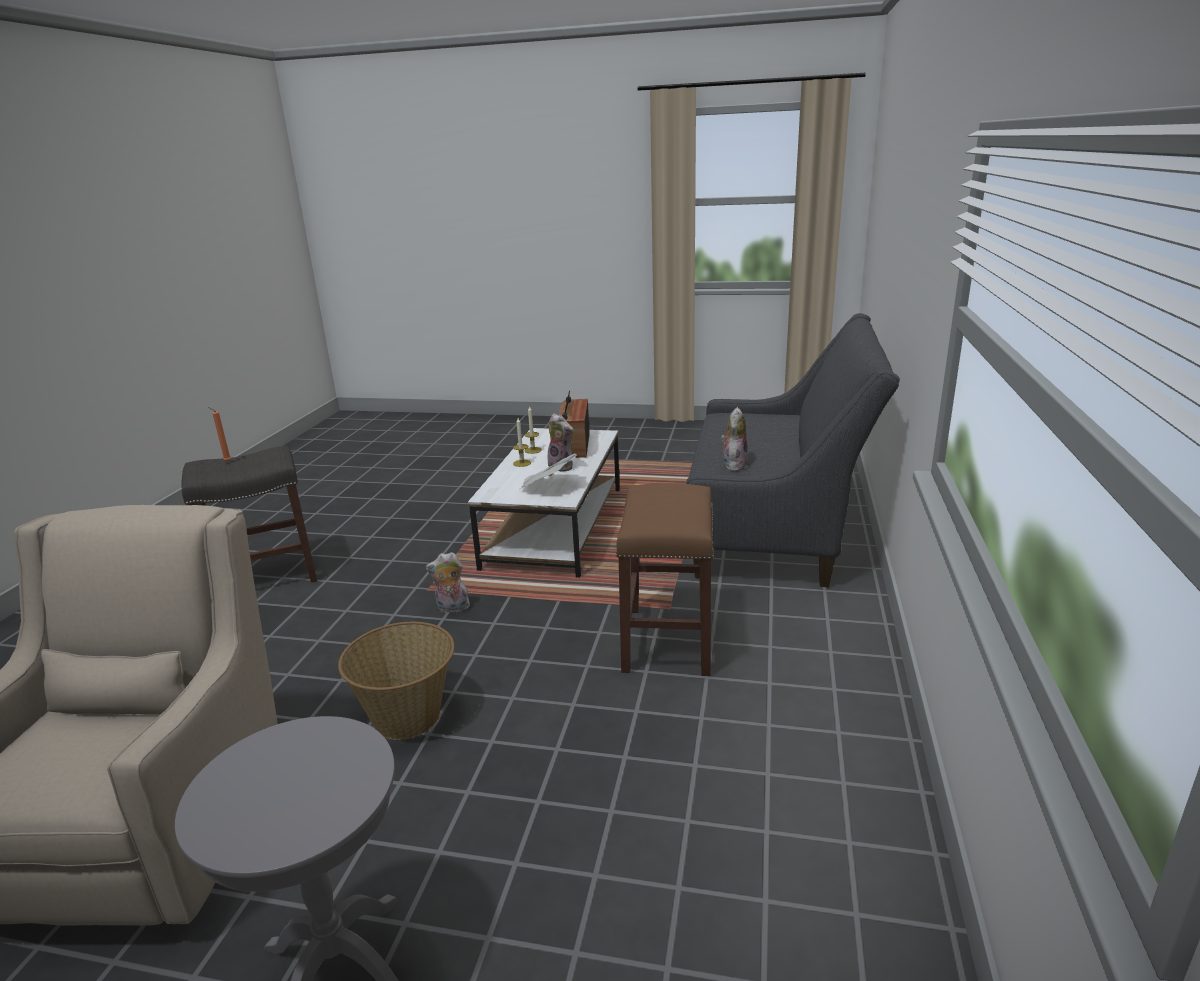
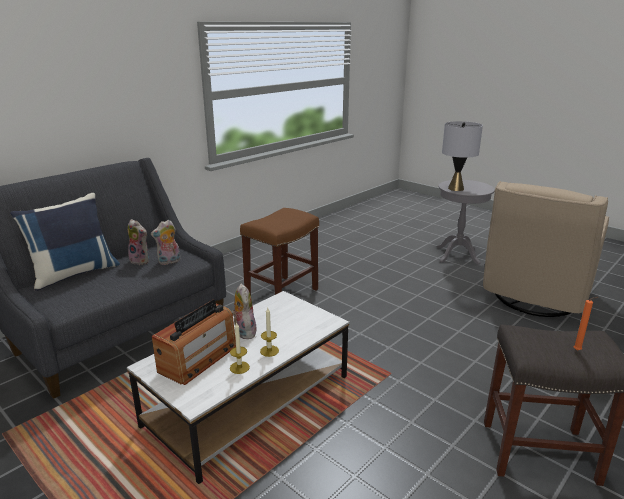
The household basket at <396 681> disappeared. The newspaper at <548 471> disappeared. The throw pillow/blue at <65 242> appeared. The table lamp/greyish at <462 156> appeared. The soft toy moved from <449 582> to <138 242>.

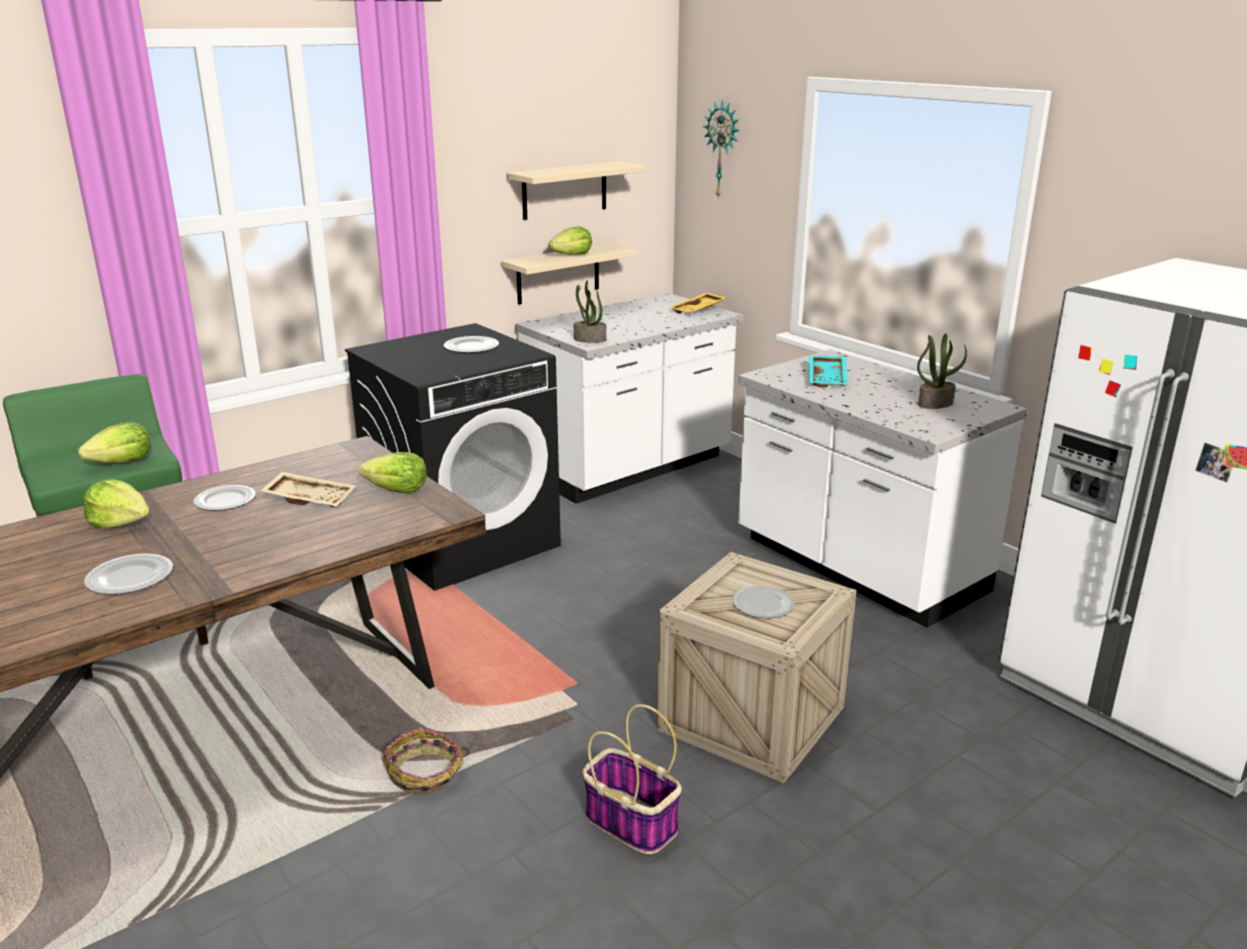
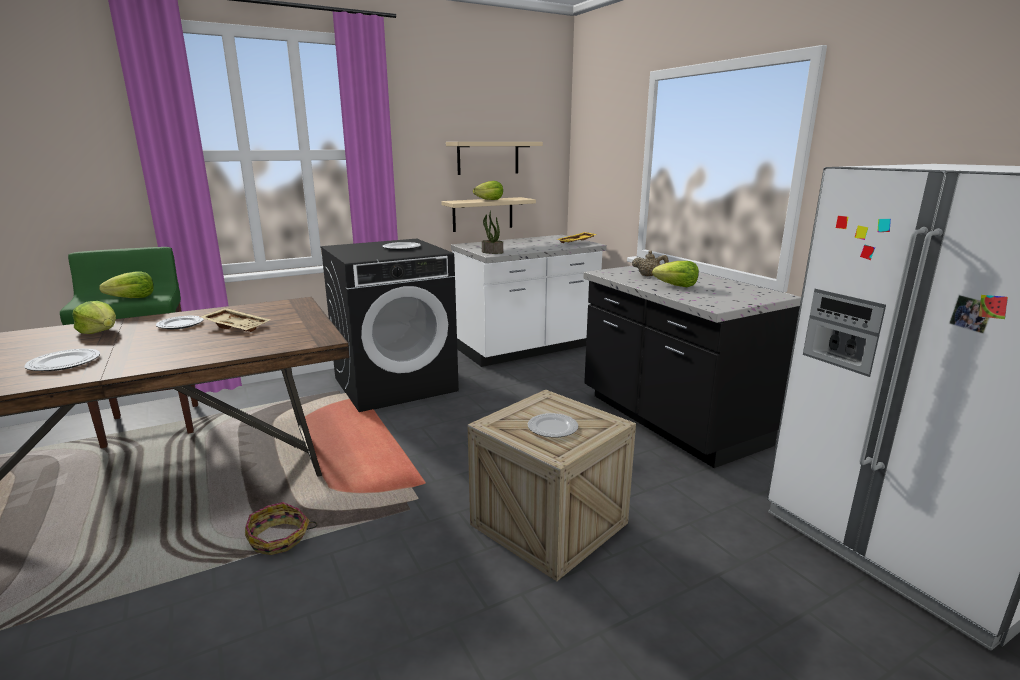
The household basket at <632 779> disappeared. The wall clock at <721 149> disappeared. The houseplant at <942 371> disappeared. The lettuce moved from <393 473> to <675 274>. The carrying tray/blue-green at <828 371> was replaced by the pot for tea/sand-coloured at <650 263>. The kitchen counter/white at <882 488> became the kitchen counter/black at <692 365>.

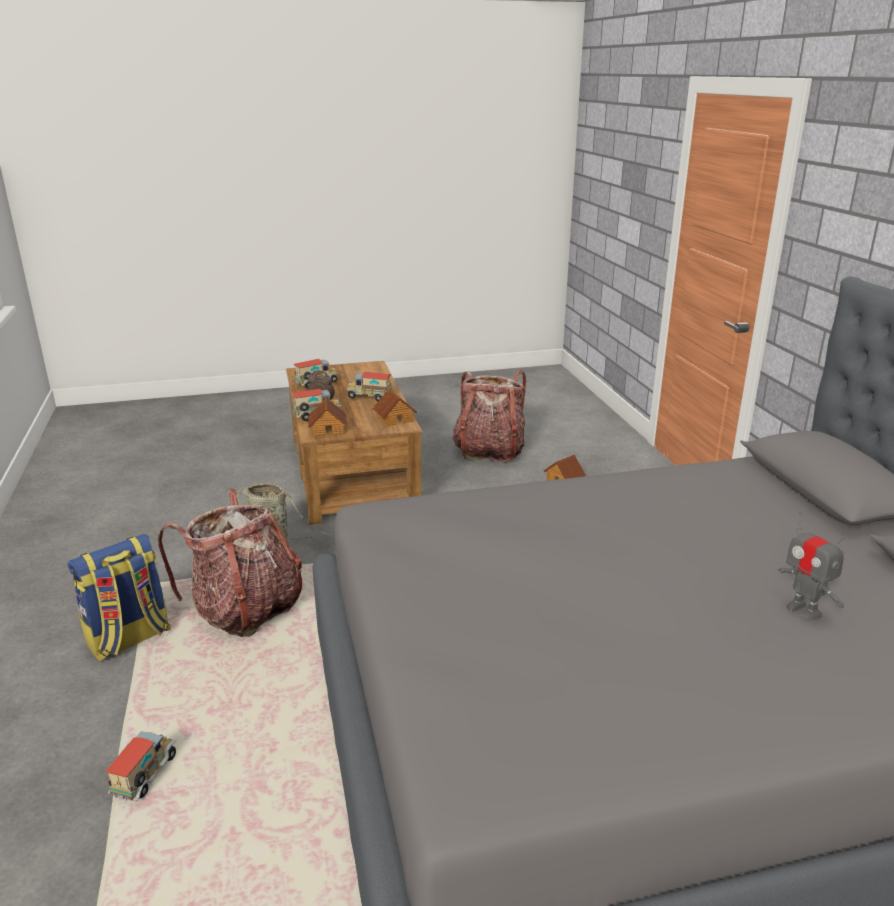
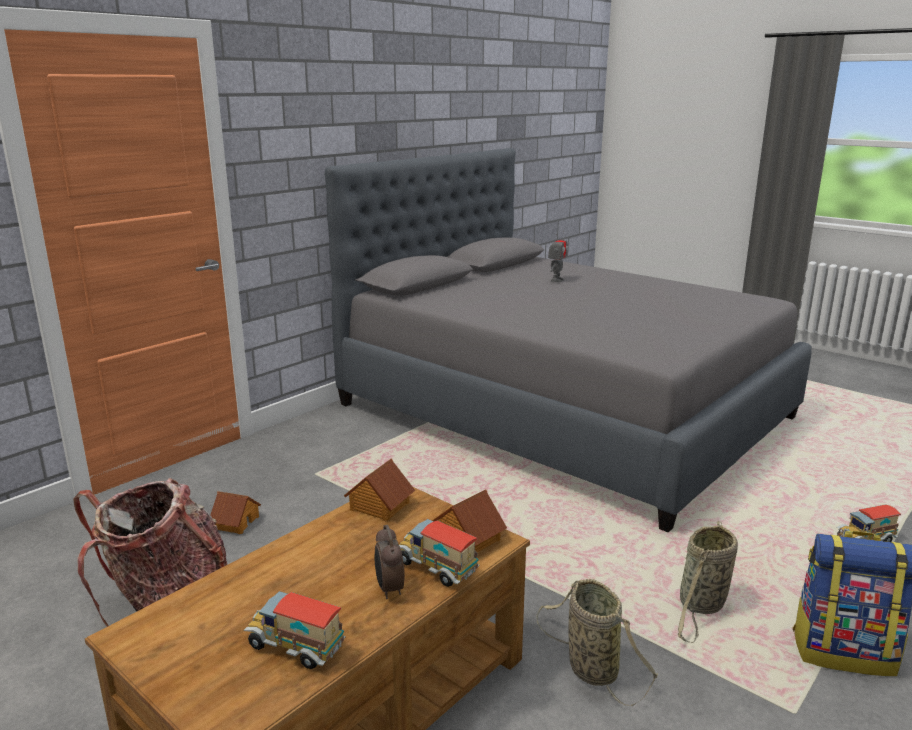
The toy truck at <369 387> disappeared. The rucksack at <230 563> was replaced by the household basket at <708 582>.

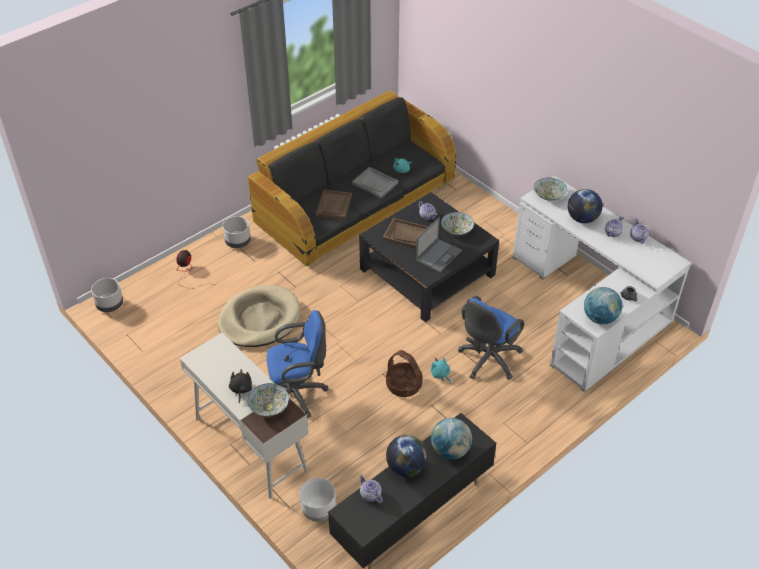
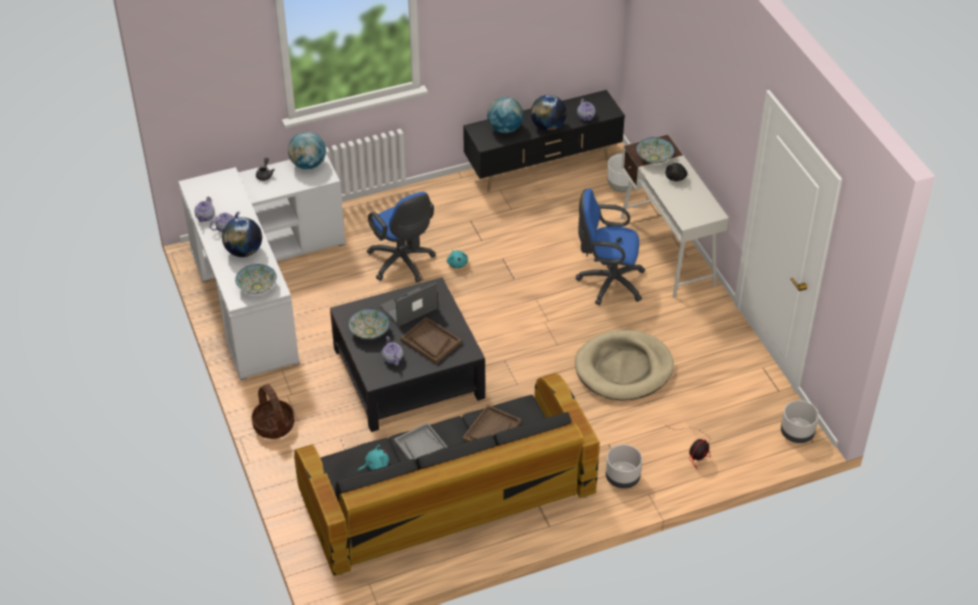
The household basket moved from <404 373> to <273 411>. The computer chair/blue at <491 338> turned 90 degrees clockwise.

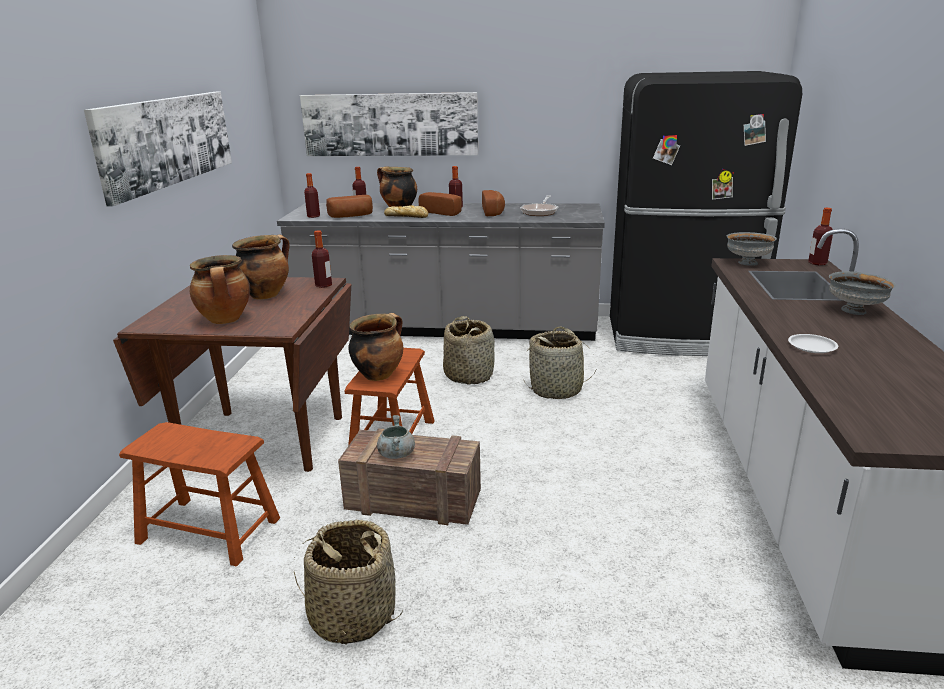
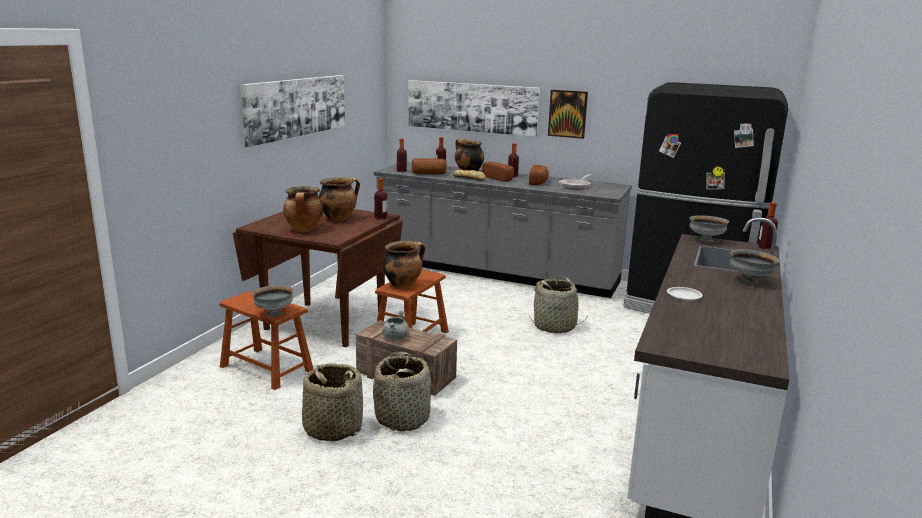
The bowl/greyish at <273 301> appeared. The wall picture at <568 114> appeared. The household basket moved from <469 350> to <402 391>.

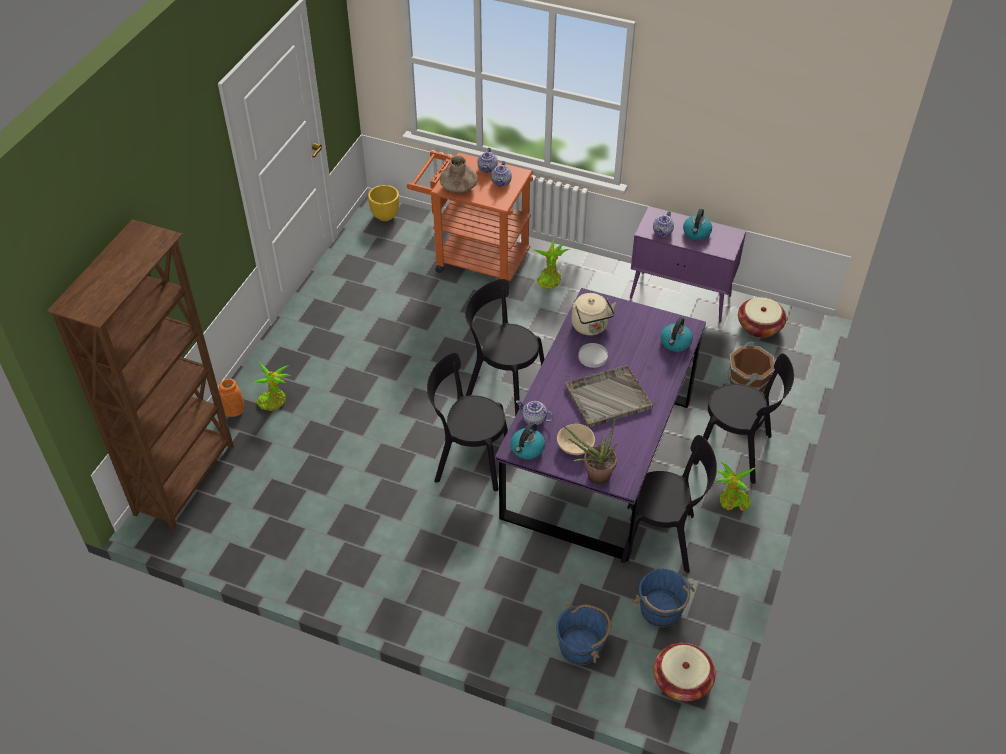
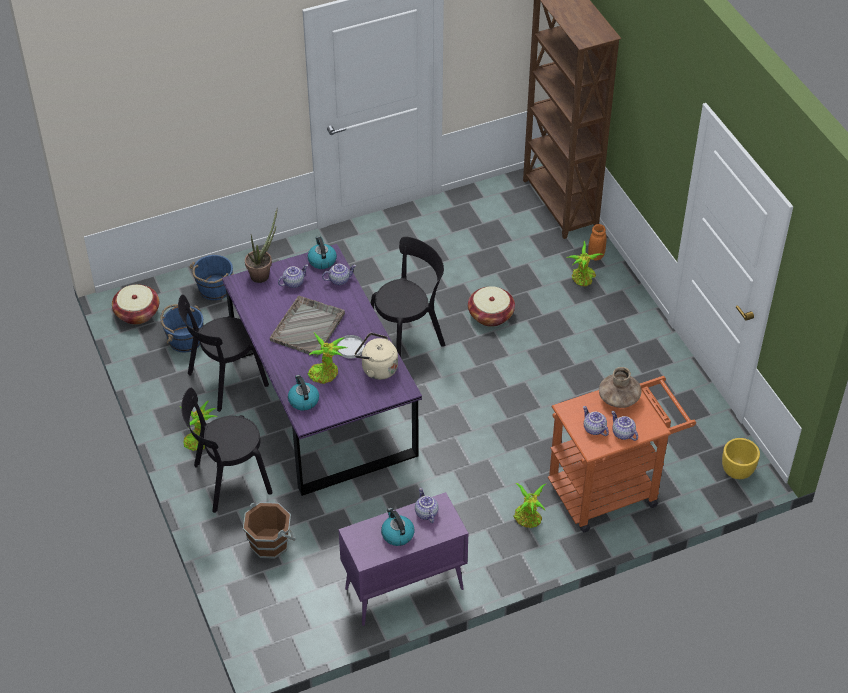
The chair/black at <505 347> disappeared. The houseplant at <327 358> appeared. The household basket moved from <762 317> to <491 306>. The bowl/sand-coloured at <576 439> was replaced by the pot for tea at <293 276>.

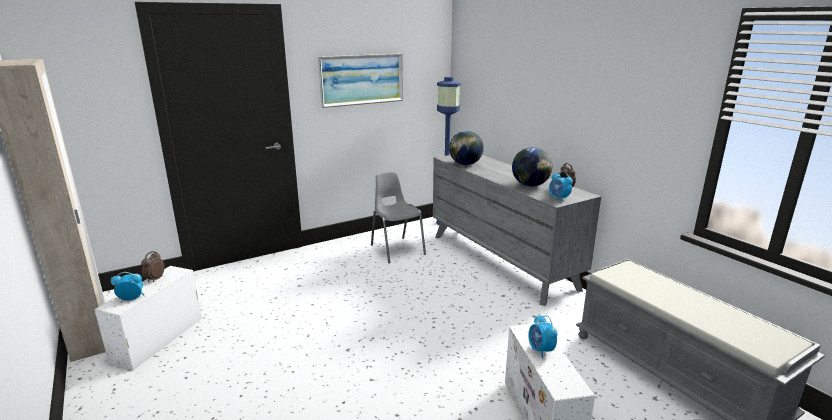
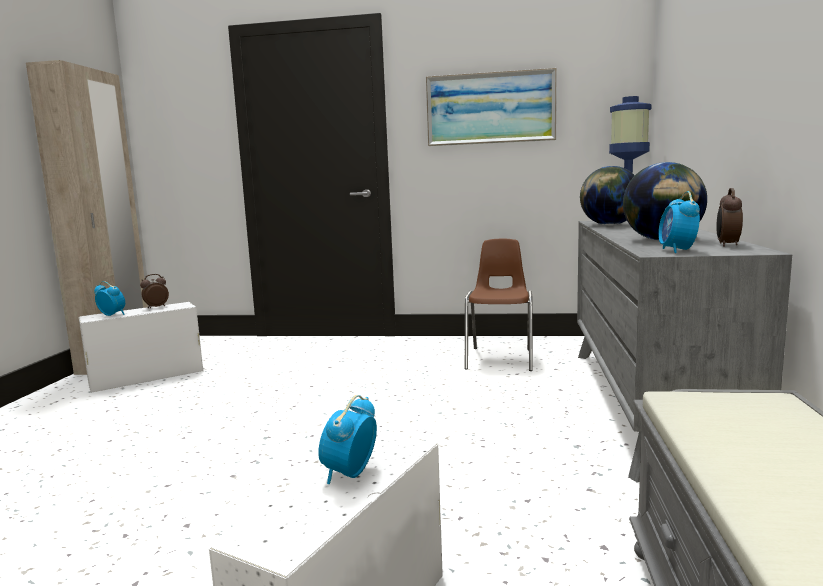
The chair/greyish at <398 217> became the chair/brown-coloured at <499 305>.

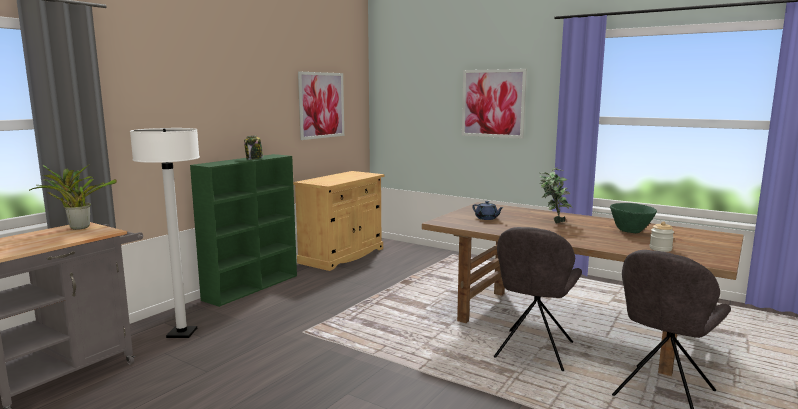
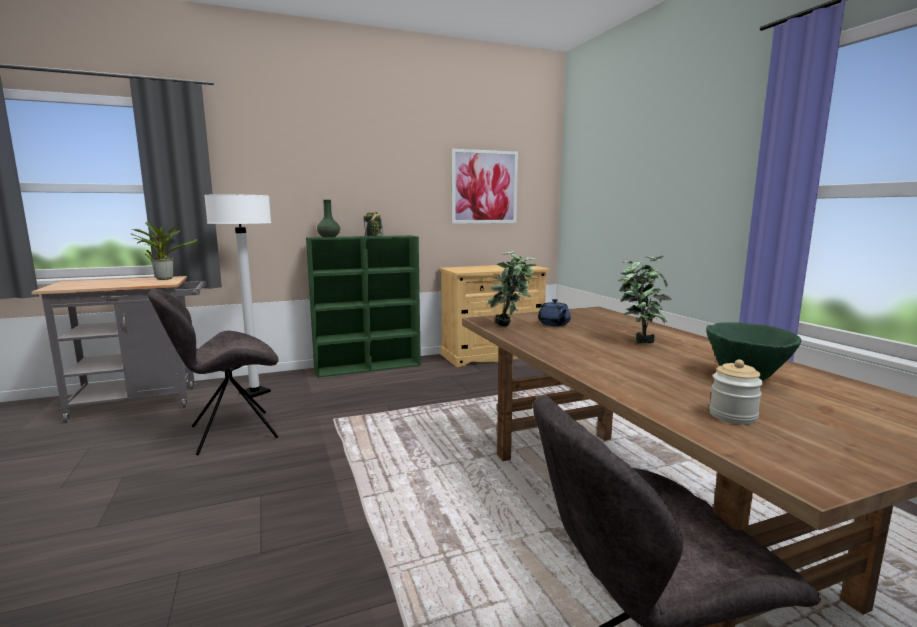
The wall picture at <494 104> disappeared. The flower vase/greenish at <328 219> appeared. The houseplant at <511 289> appeared. The chair/greyish moved from <538 299> to <213 372>.

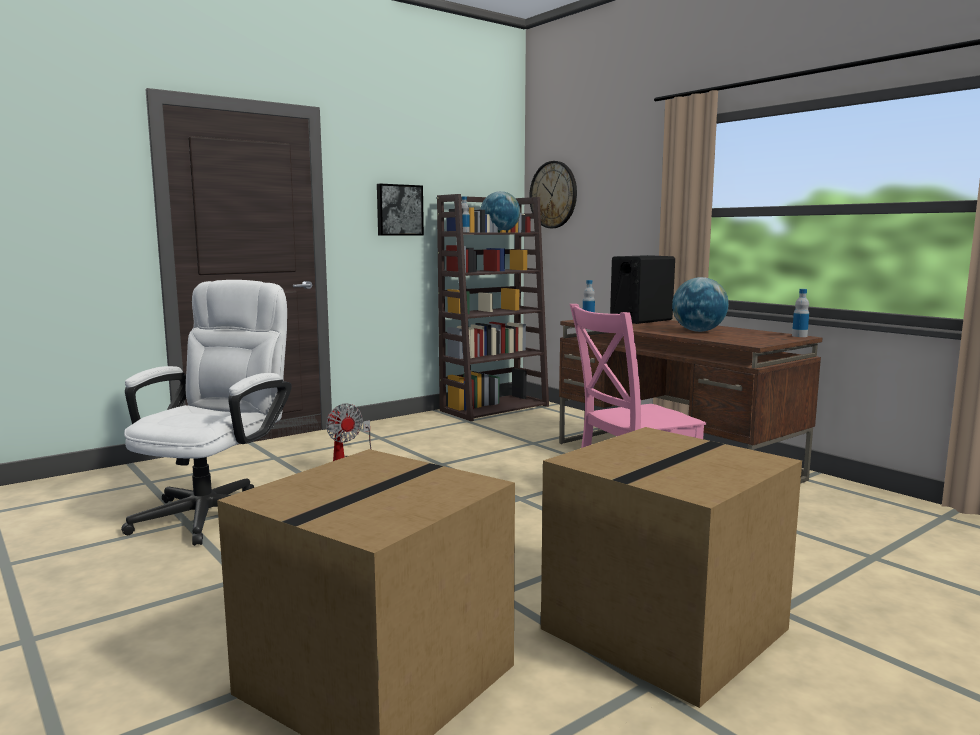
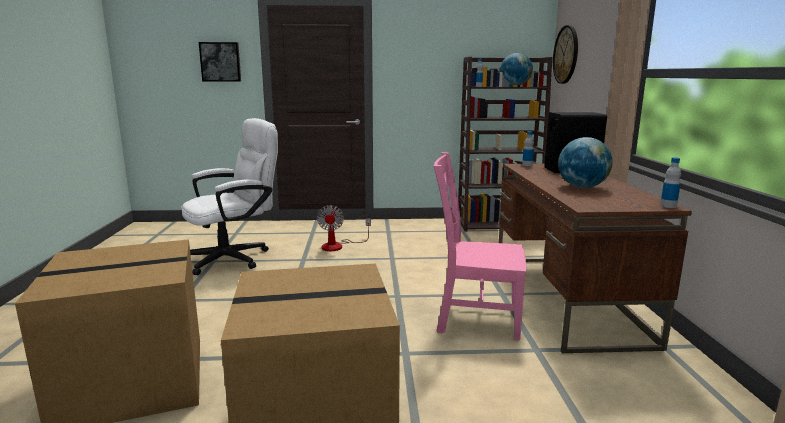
The wall picture moved from <400 210> to <220 62>.

